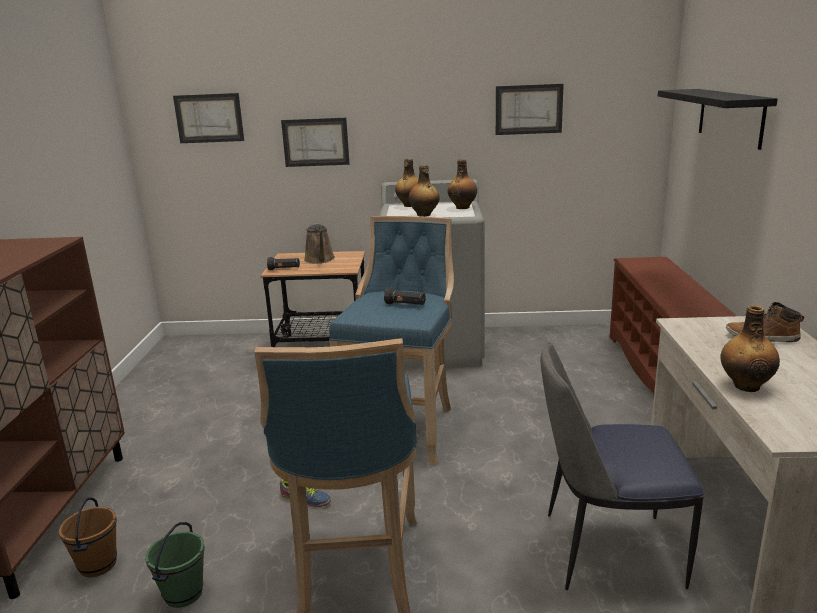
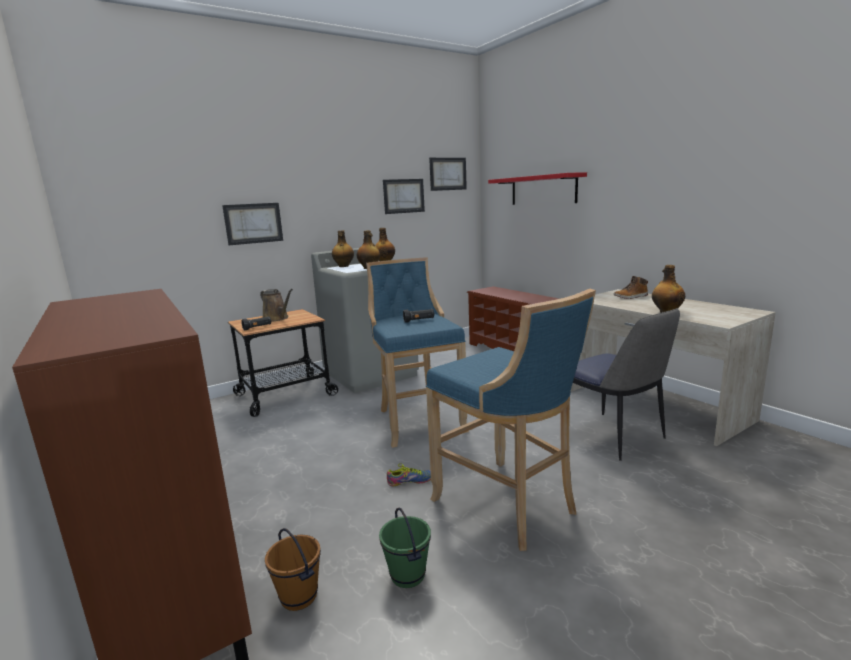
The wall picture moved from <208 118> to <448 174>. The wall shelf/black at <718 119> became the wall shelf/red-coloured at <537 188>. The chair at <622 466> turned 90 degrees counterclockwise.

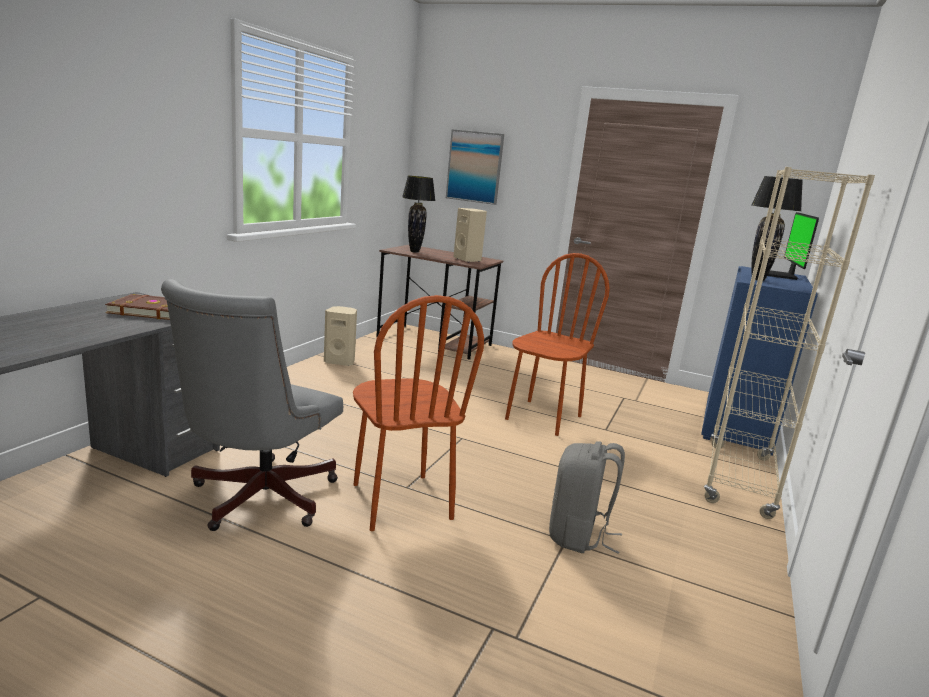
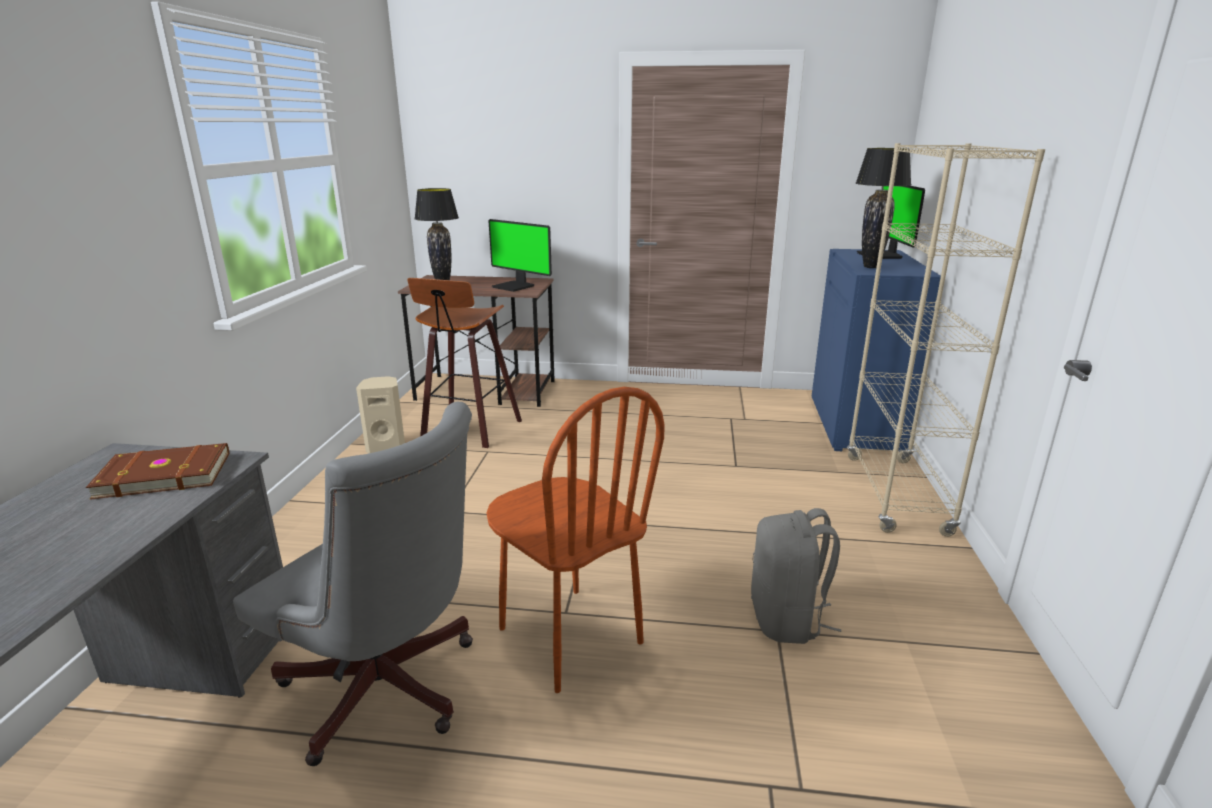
The wall picture at <475 167> disappeared. The chair/brown-coloured at <557 344> disappeared. The sitting stool at <464 363> appeared. The speaker/sand-coloured at <470 235> was replaced by the monitor at <520 255>. The computer chair/greyish at <252 405> turned 60 degrees counterclockwise.

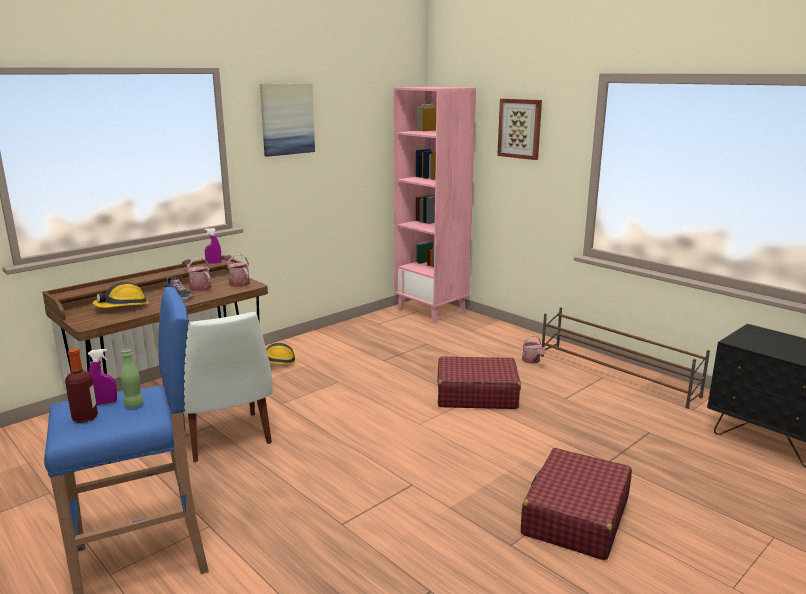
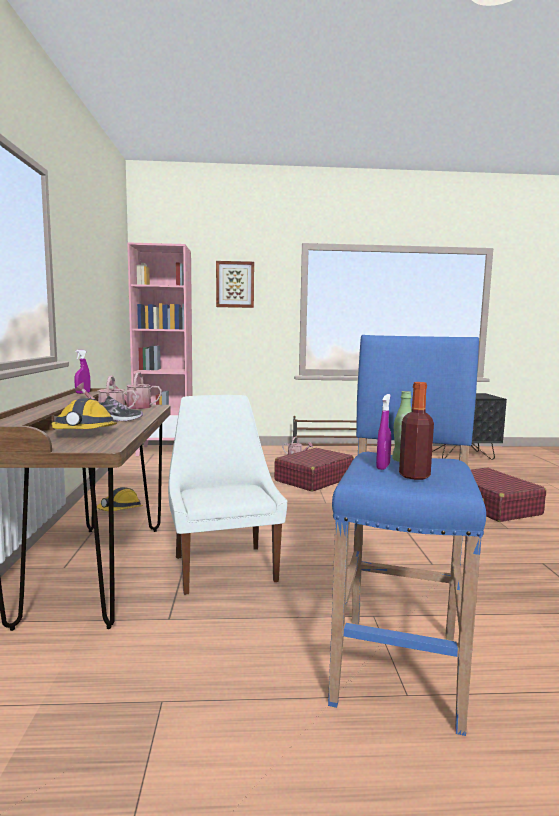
The wall picture at <287 120> disappeared. The chair/white at <228 387> turned 120 degrees counterclockwise.

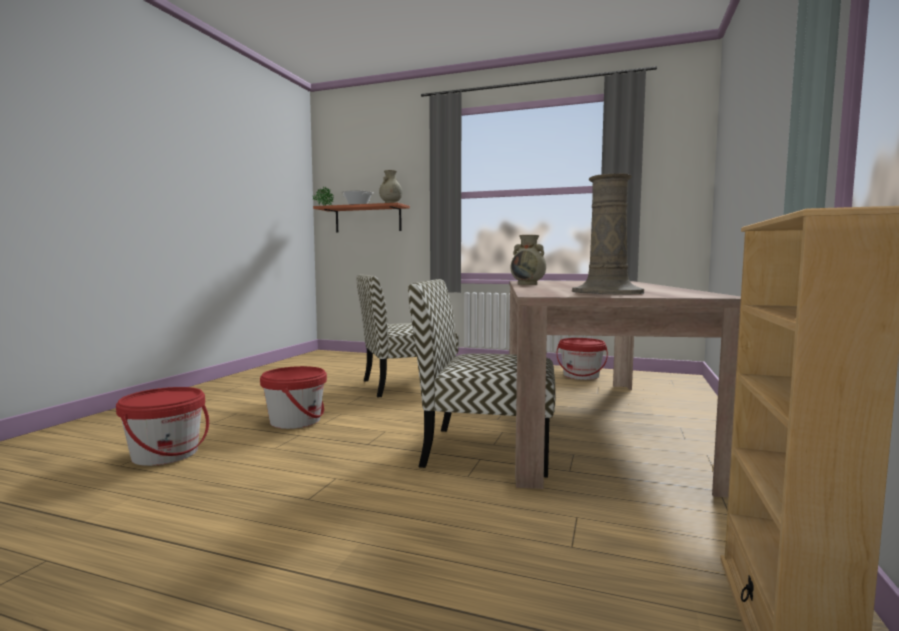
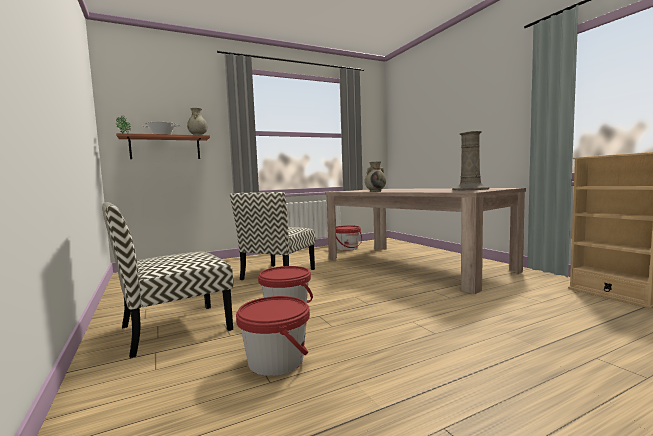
The chair moved from <482 378> to <167 280>.

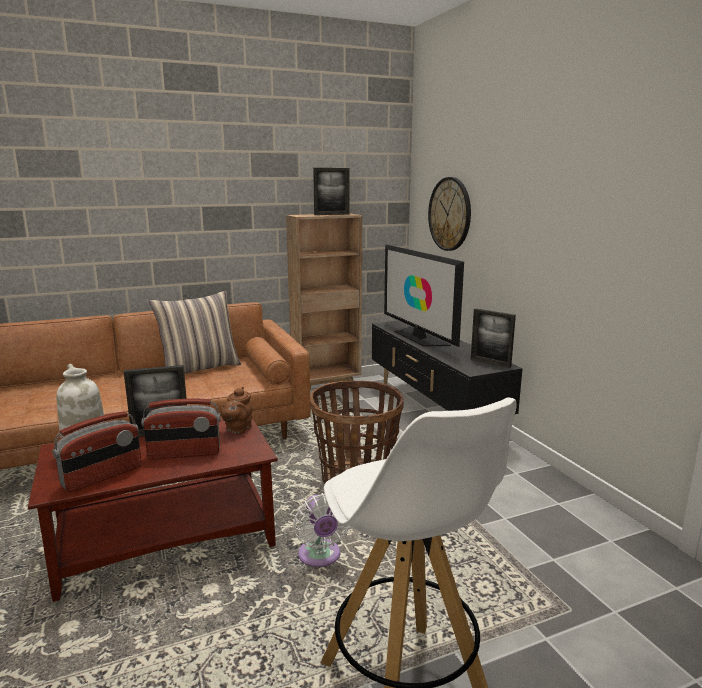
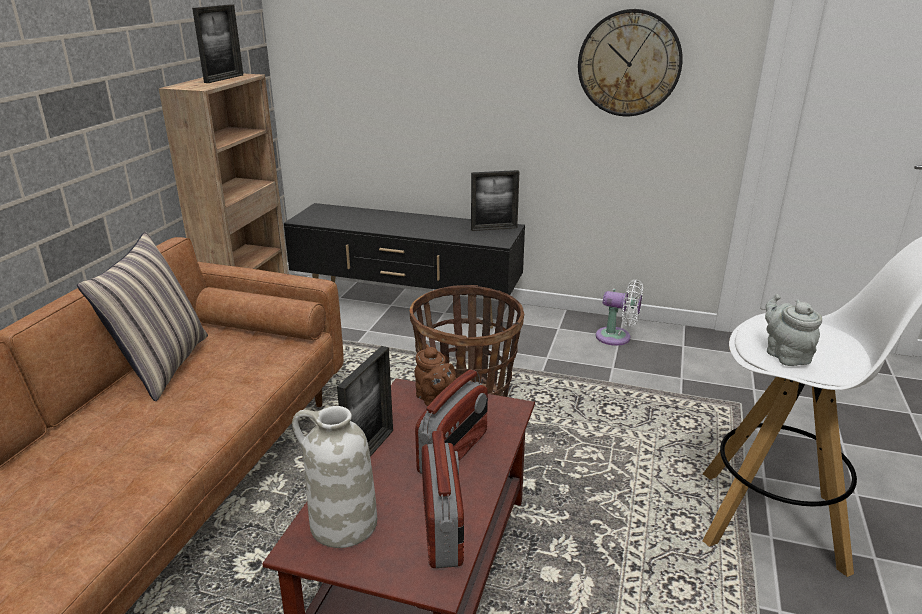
The television at <424 295> disappeared. The pot for tea/greyish at <793 330> appeared. The cooling fan/white moved from <322 530> to <619 313>. The wall clock moved from <449 214> to <630 62>.

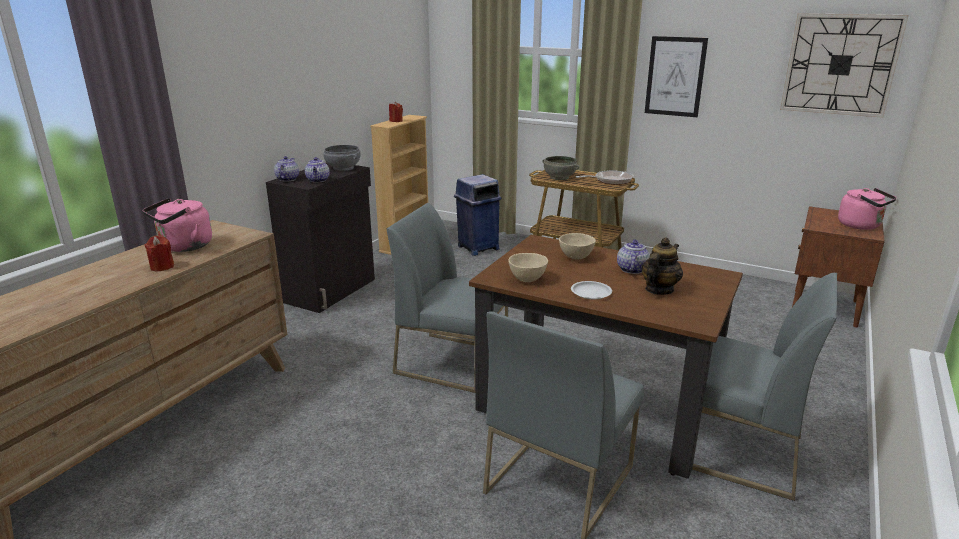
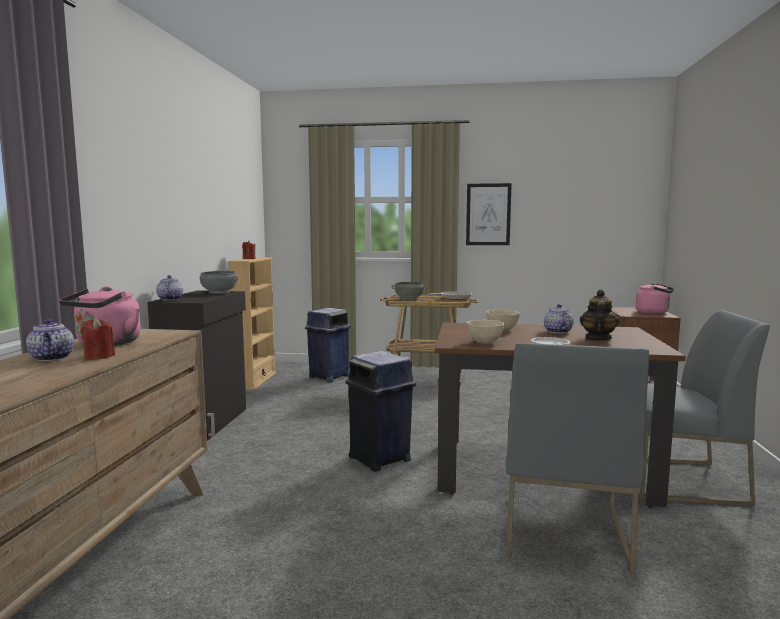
The wall clock at <844 65> disappeared. The pot for tea moved from <317 170> to <50 340>. The chair/greyish at <447 298> was replaced by the waste bin/blue at <381 411>.

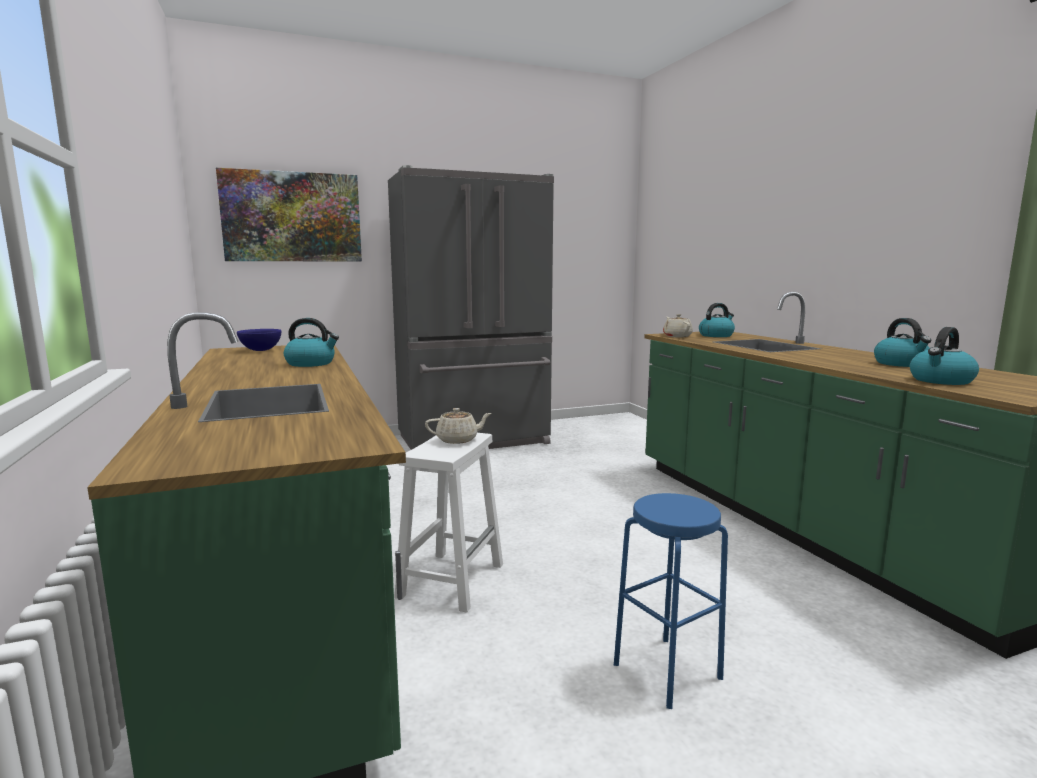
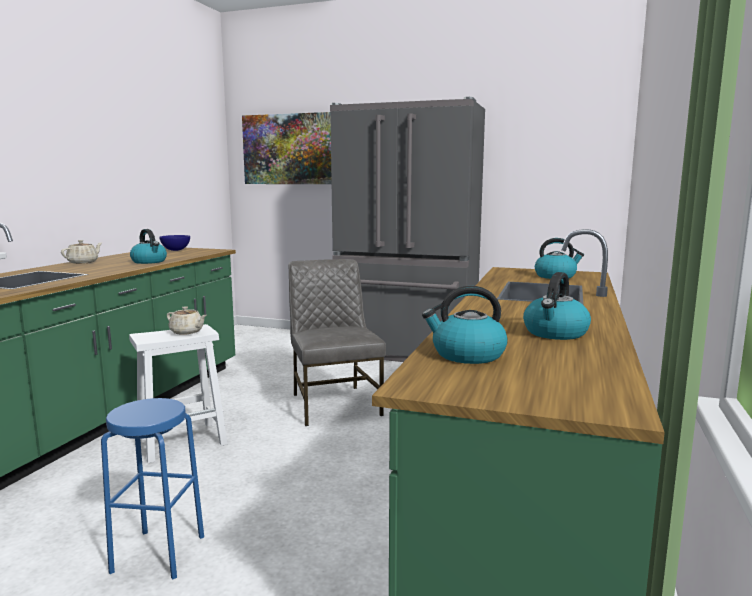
The chair/greyish at <337 342> appeared. The pot for tea/sand-coloured moved from <678 325> to <82 252>.

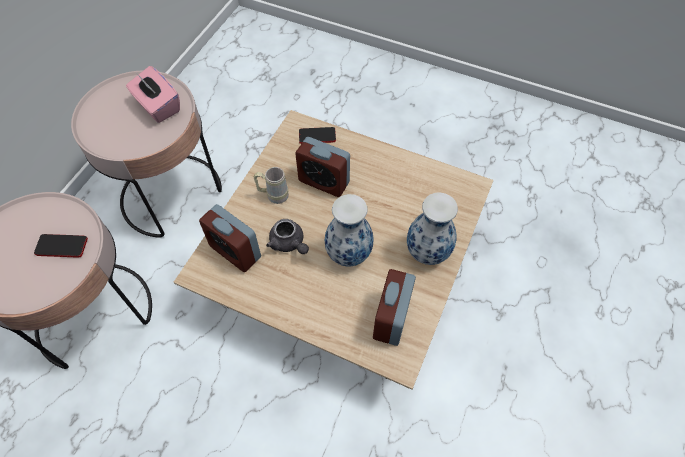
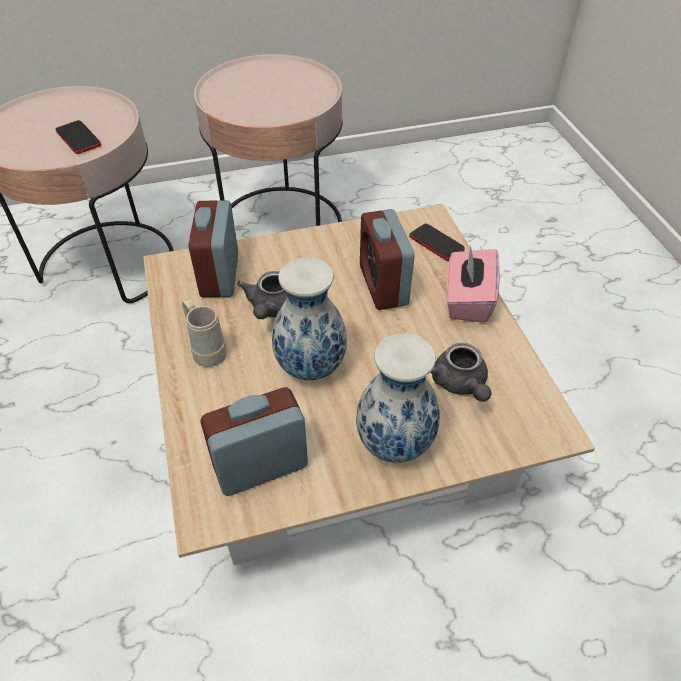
The pot for tea/greyish at <461 372> appeared. The tissue box/pink moved from <153 94> to <473 284>. The mug/sand-coloured moved from <271 185> to <204 333>.

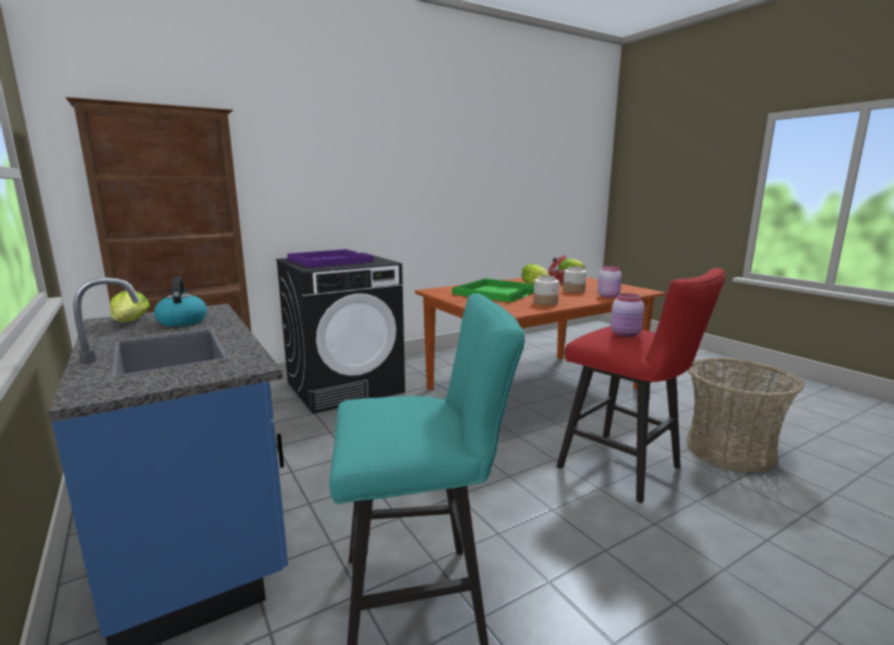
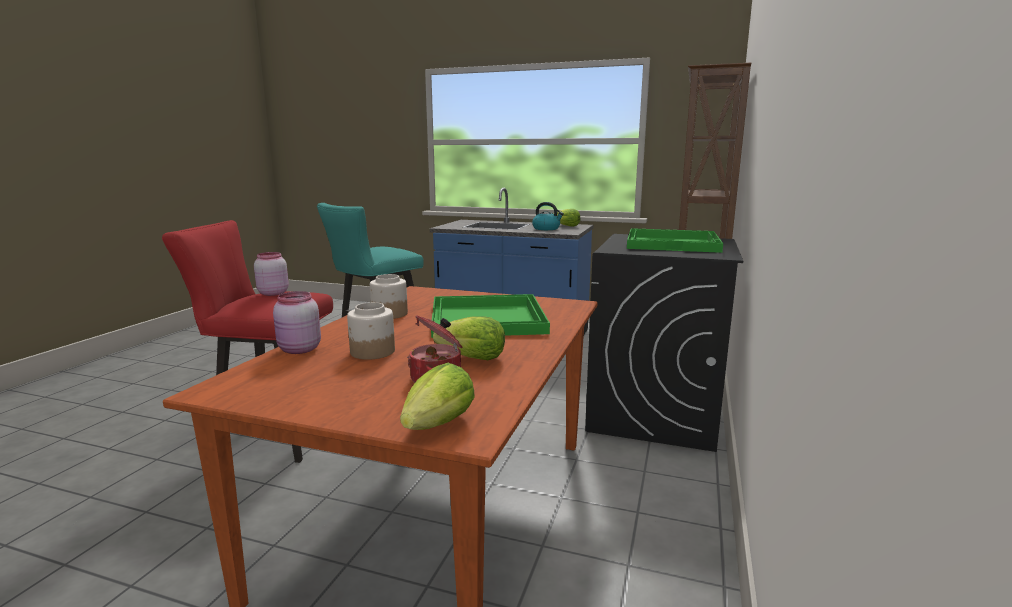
The household basket at <745 415> disappeared. The carrying tray/purple-coloured at <330 258> became the carrying tray/greenish at <675 240>.

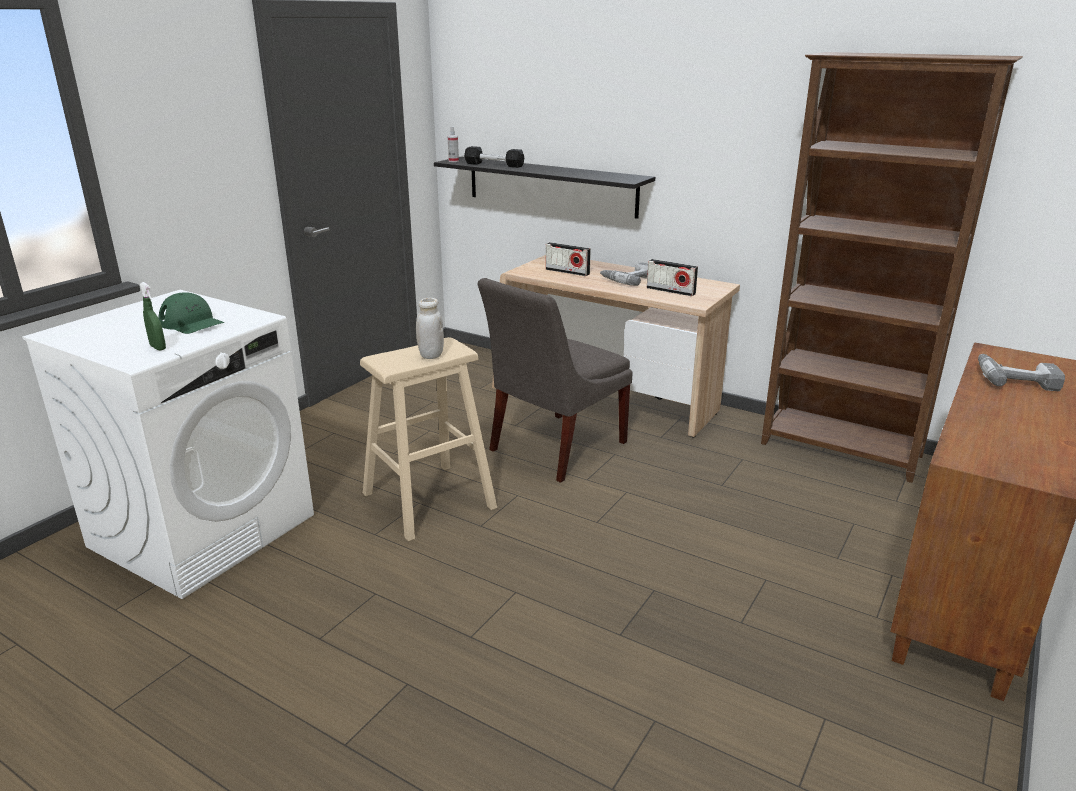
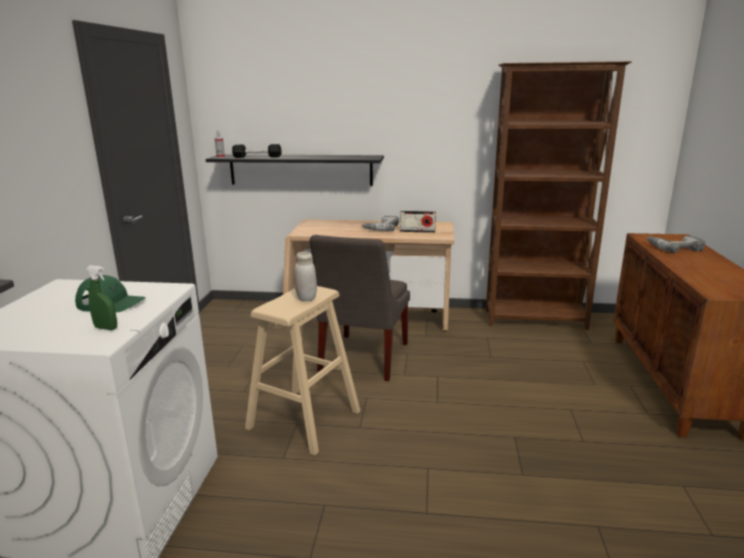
The radio set at <568 259> disappeared.

